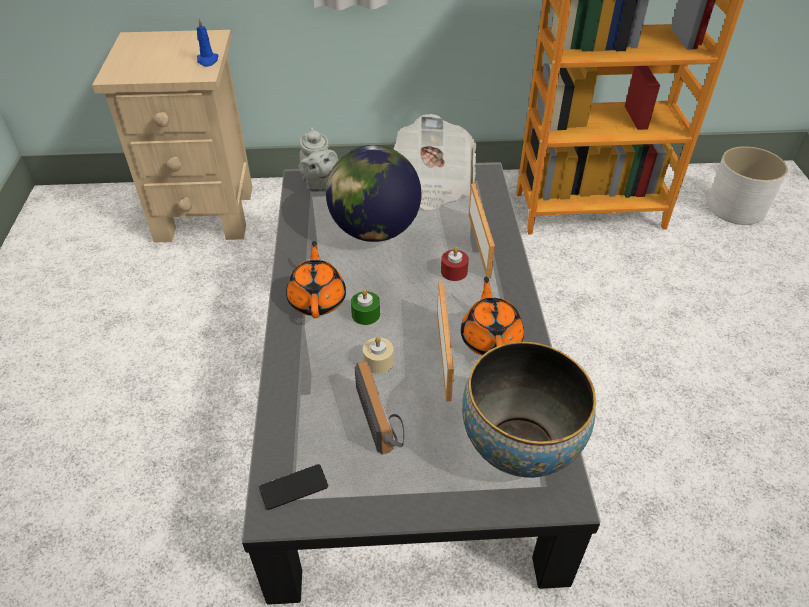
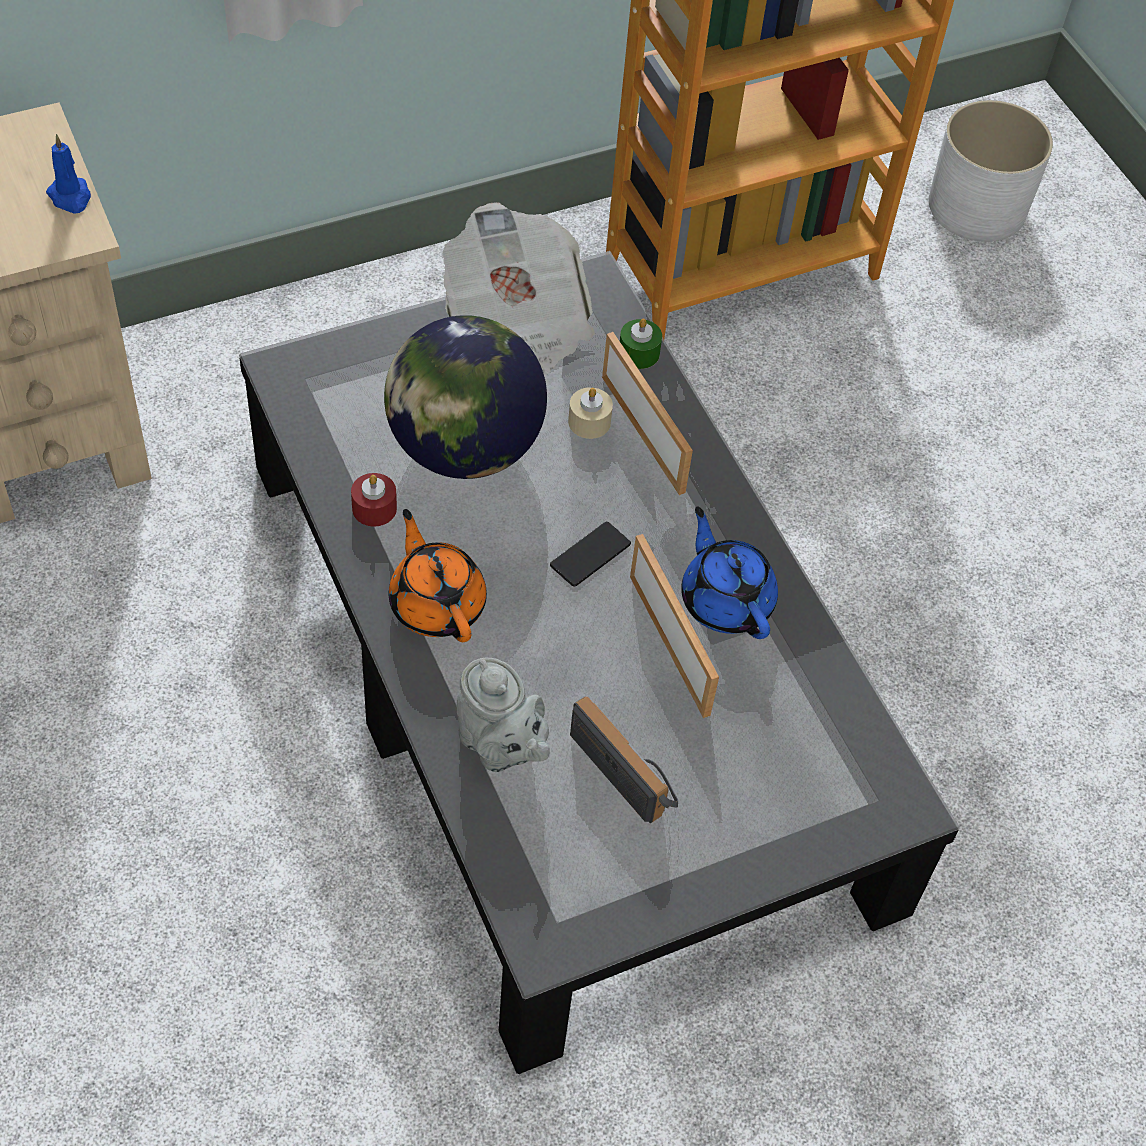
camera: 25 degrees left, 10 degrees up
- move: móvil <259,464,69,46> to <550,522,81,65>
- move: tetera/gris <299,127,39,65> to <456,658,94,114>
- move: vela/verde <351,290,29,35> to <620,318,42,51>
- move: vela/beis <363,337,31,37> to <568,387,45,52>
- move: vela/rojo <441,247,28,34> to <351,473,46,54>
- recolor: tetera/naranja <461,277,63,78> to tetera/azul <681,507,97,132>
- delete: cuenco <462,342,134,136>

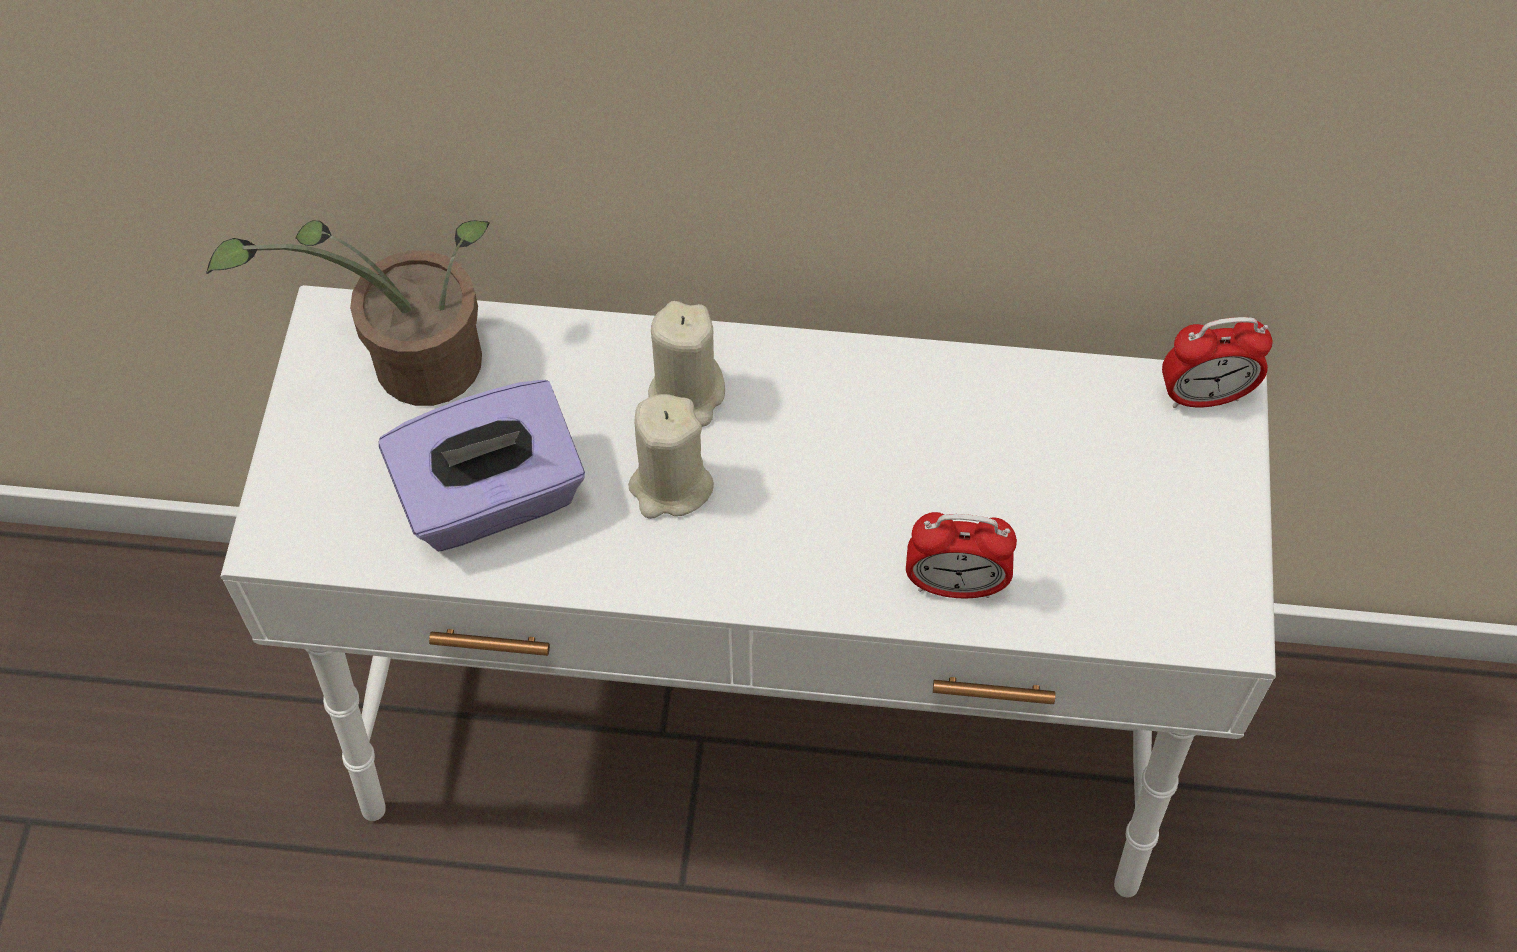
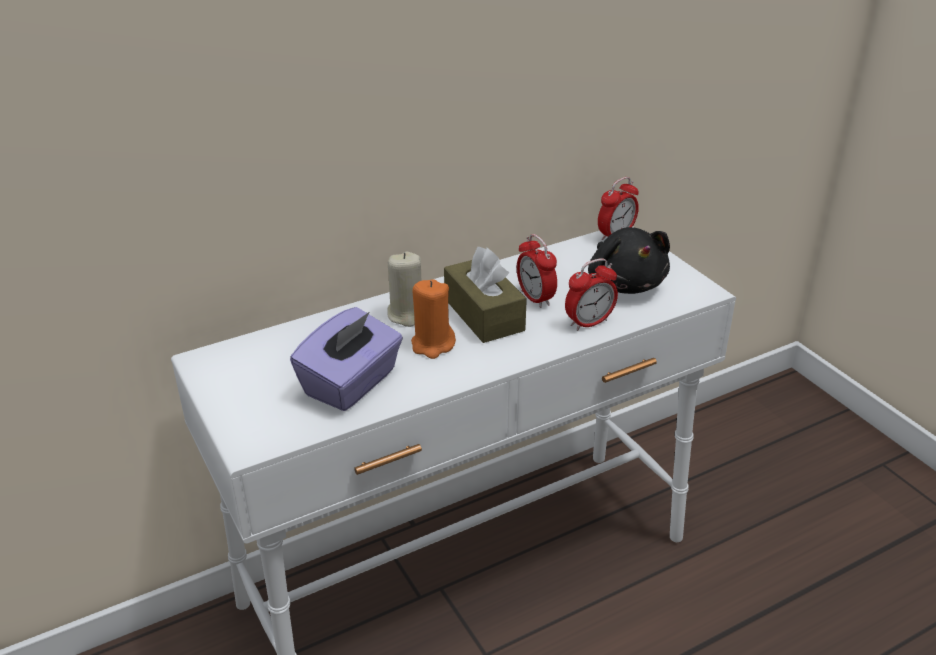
camera: 35 degrees left, 25 degrees down
- delete: planta en maceta <206,220,284,186>
- recolor: vela/beis <628,394,86,125> to vela/naranja <411,279,45,80>
- insert: caja de pañuelos/marrón <444,247,83,96>
- insert: despertador <517,234,40,74>
- insert: peluche/negro <588,227,82,67>

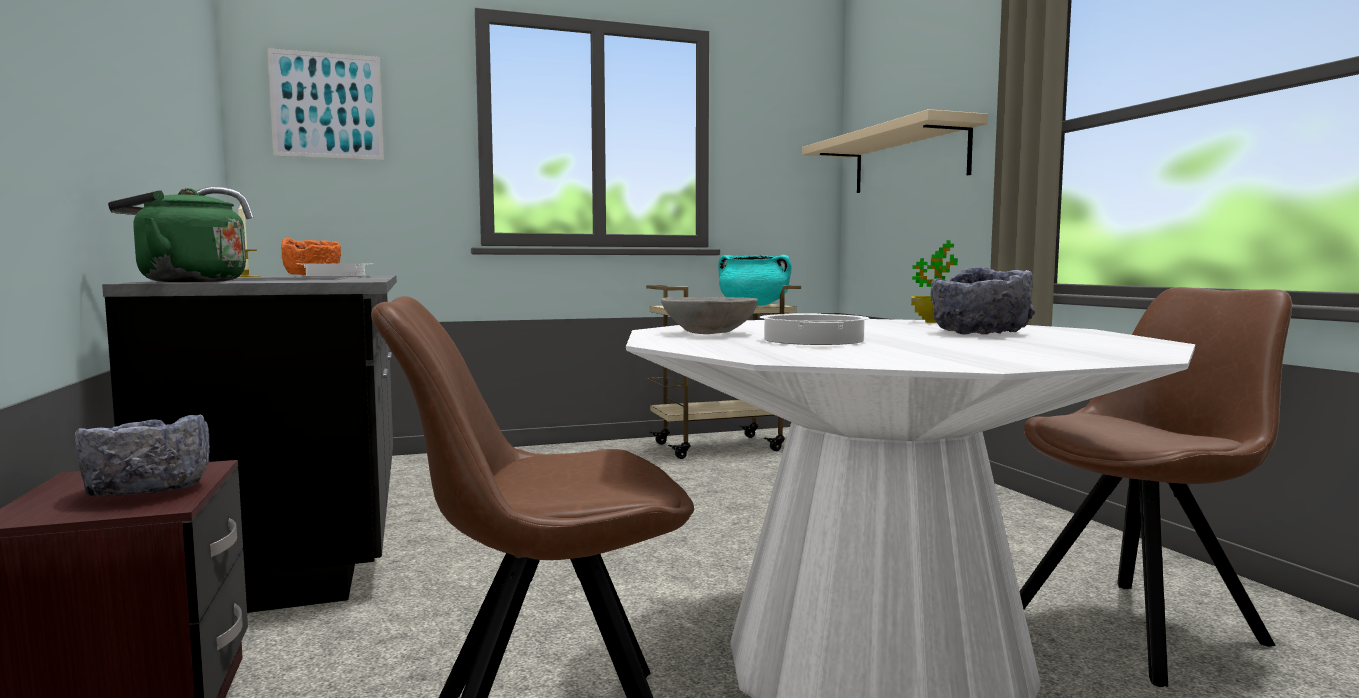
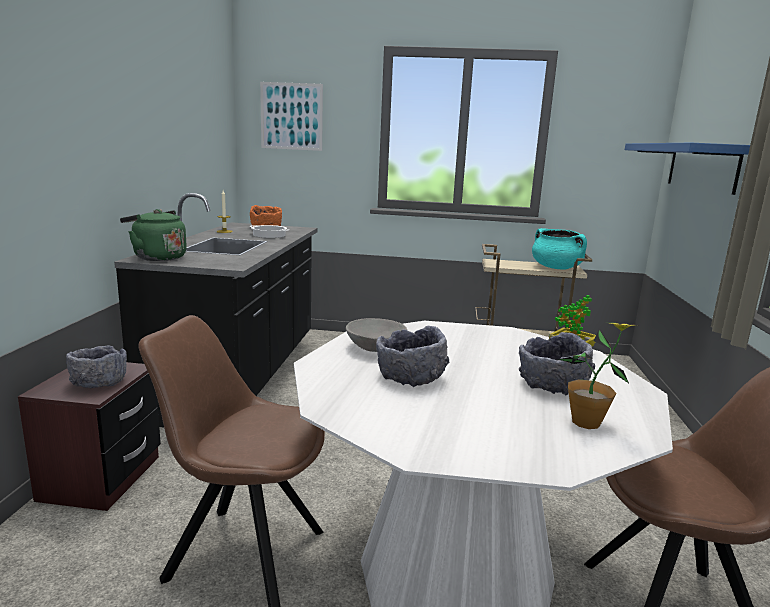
camera: 25 degrees right, 10 degrees up
- replace: olla <759,313,111,32> to cuenco/gris <376,326,73,61>
- recolor: estante/beis <802,109,186,84> to estante/azul <625,143,125,52>
- insert: planta en maceta <558,322,80,107>

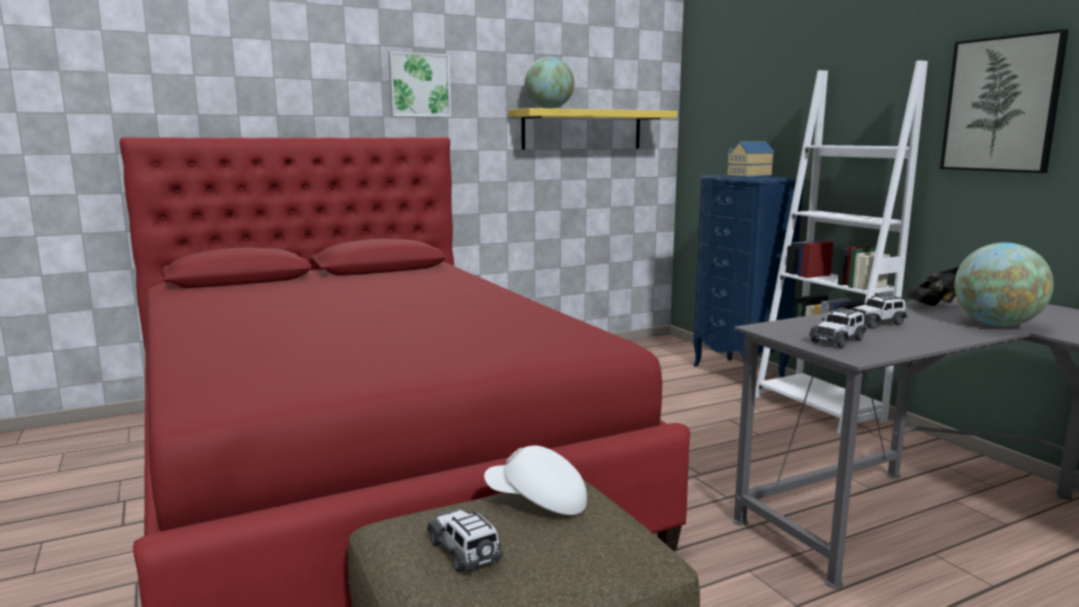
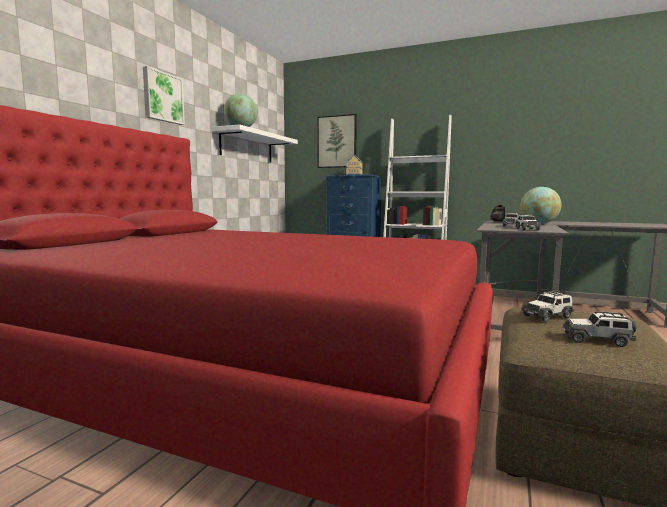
camera: 40 degrees left, 5 degrees down
- replace: gorra/blanco <484,446,103,69> to coche de juguete <521,291,53,31>
- recolor: estante/amarillo <508,108,169,41> to estante/blanco <212,124,86,39>
- move: cuadro <940,29,129,144> to <318,114,39,54>

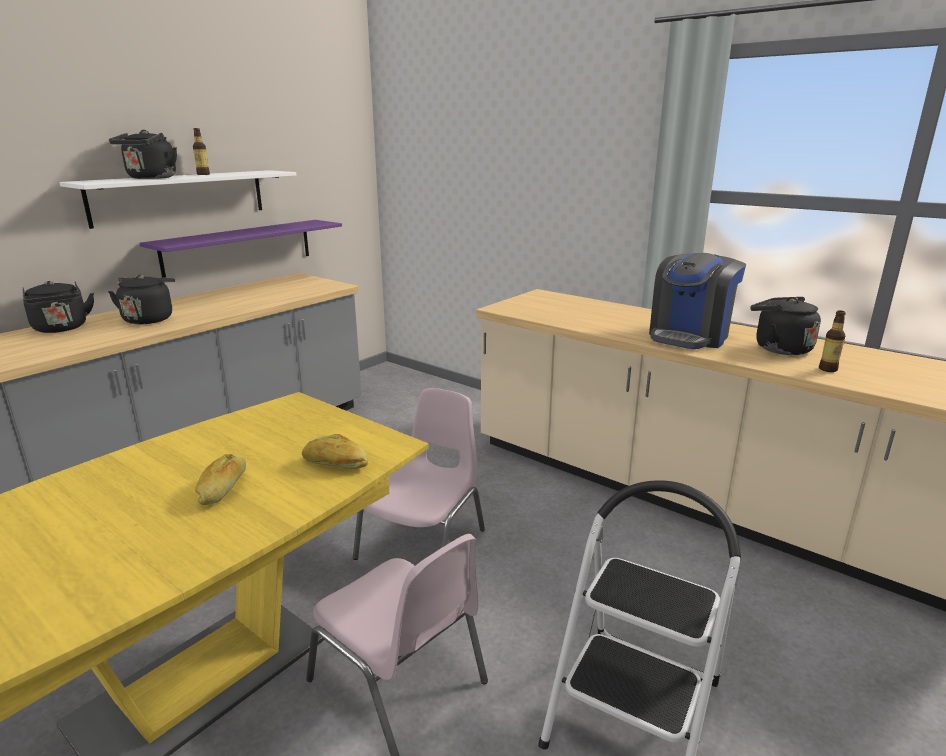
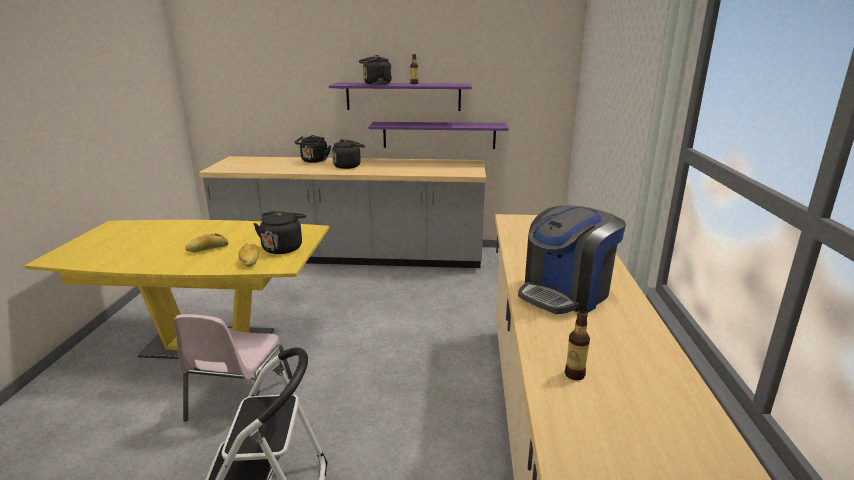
camera: 55 degrees right, 0 degrees up
- recolor: estante/blanco <59,170,238,59> to estante/morado <329,83,143,28>
- delete: silla/rosa <353,388,132,172>
- rotate: cafetera <649,253,97,96> = <518,205,108,109> 45 degrees counterclockwise
- move: hervidor/negro <751,297,70,58> to <254,211,52,43>

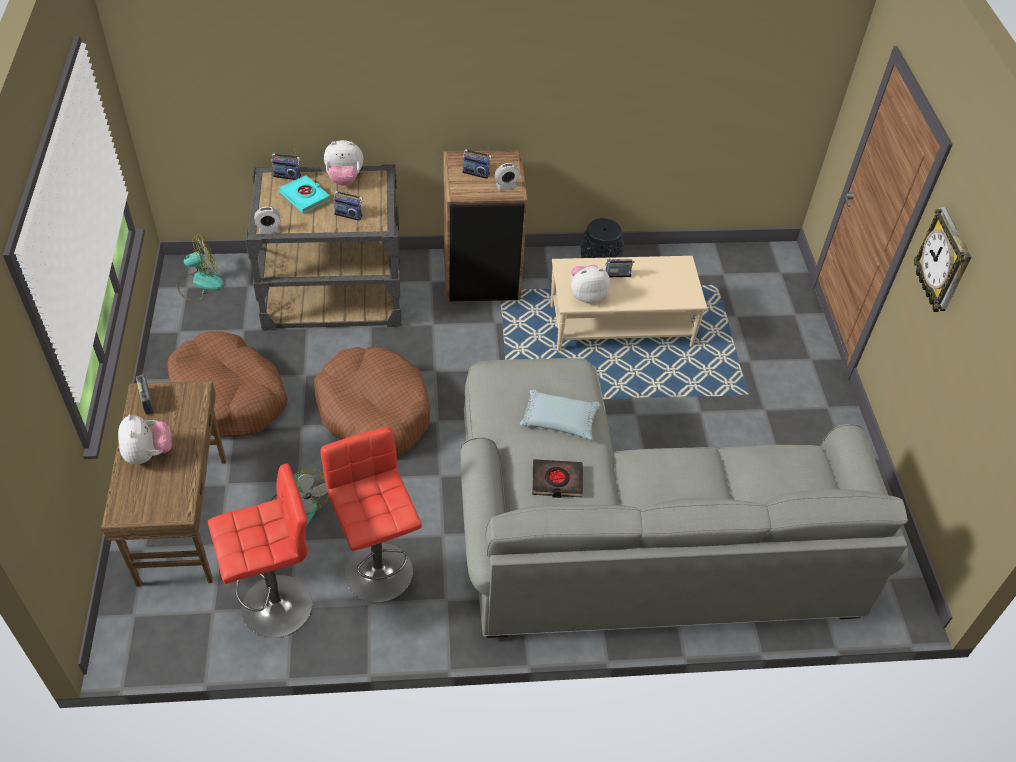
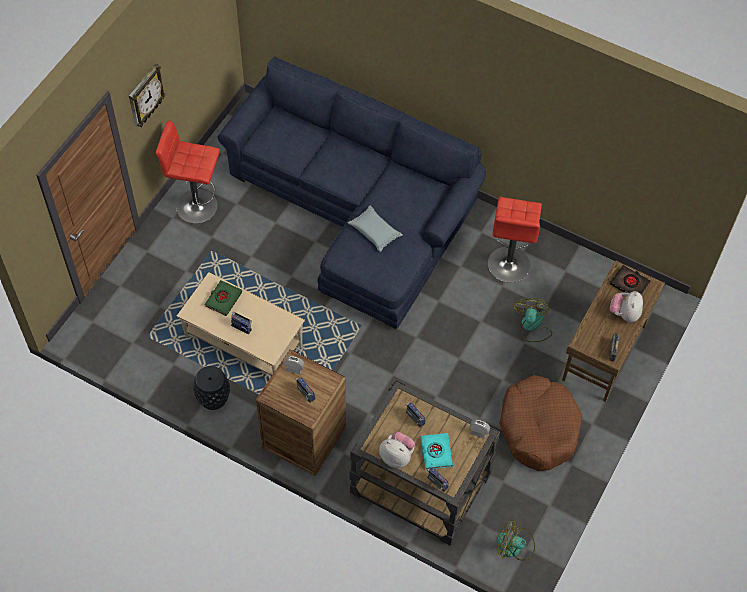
camera: 145 degrees left, 10 degrees up
- move: taburete/rojo <208,463,104,175> to <156,121,64,102>
- delete: cama para perro/marrón <314,347,116,109>
- recolor: sofá/gris <460,358,448,280> to sofá/azul <218,56,268,273>
- move: libro/negro <532,459,51,39> to <610,265,41,30>
- delete: peluche <571,264,39,39>
- insert: libro/verde <205,280,37,36>

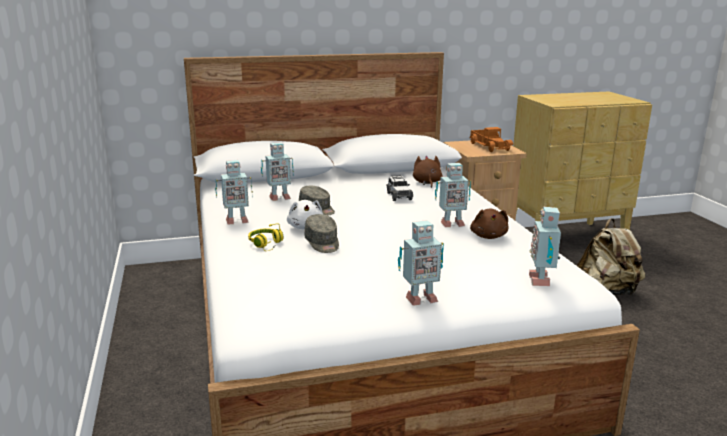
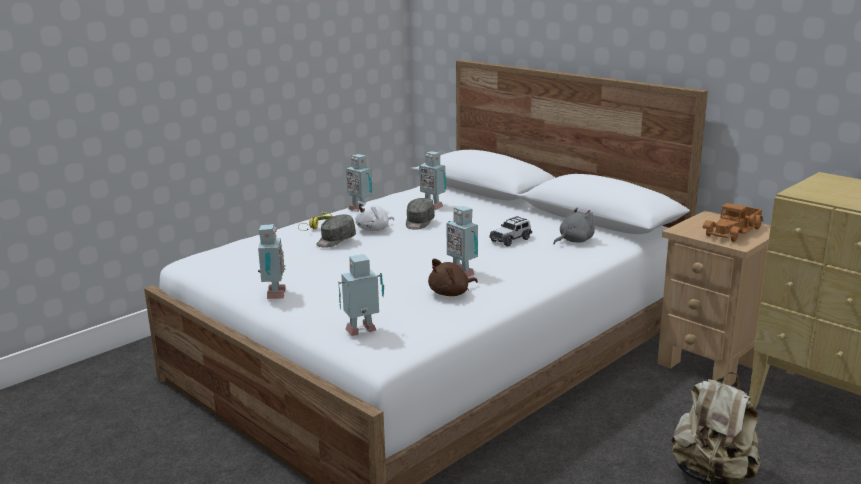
camera: 60 degrees right, 0 degrees up
- rotate: robot de juguete <398,220,46,86> = <258,224,28,75> 135 degrees counterclockwise
- recolor: peluche/marrón <413,156,29,32> to peluche/gris <553,207,42,37>

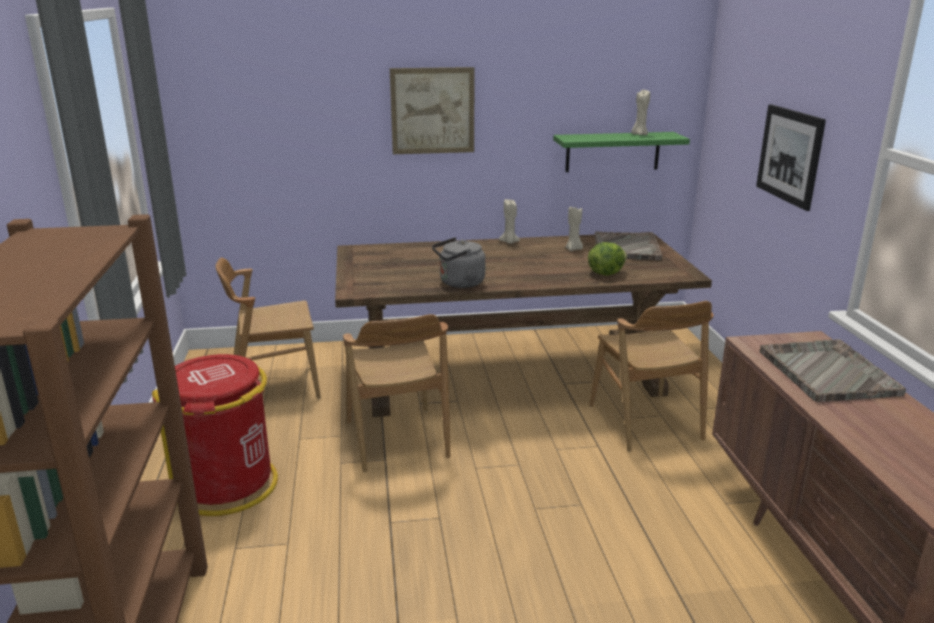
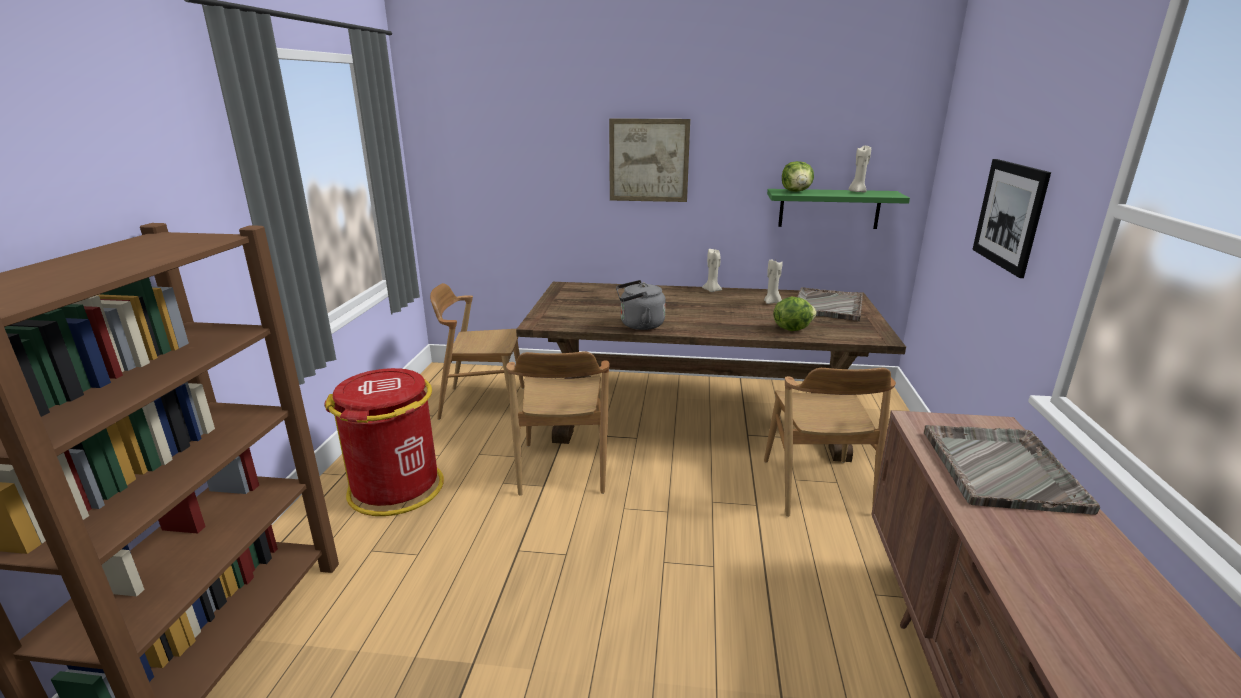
camera: 15 degrees right, 0 degrees up
- insert: lechuga <782,161,32,31>

